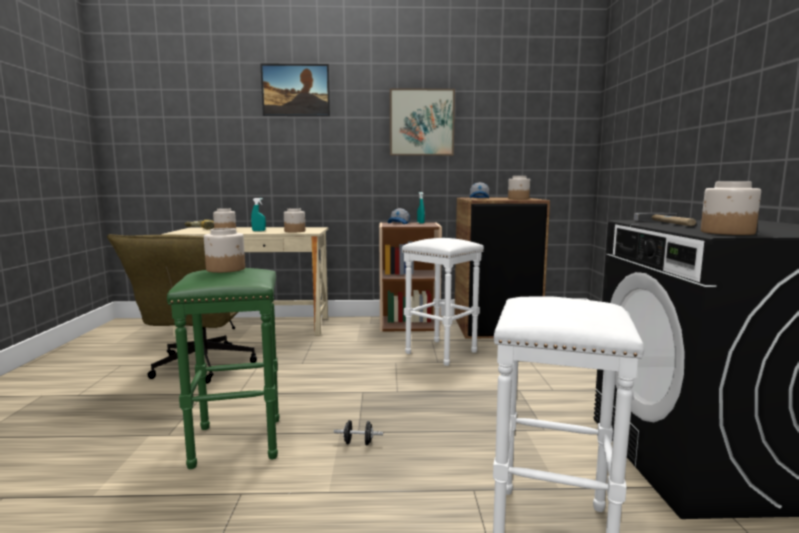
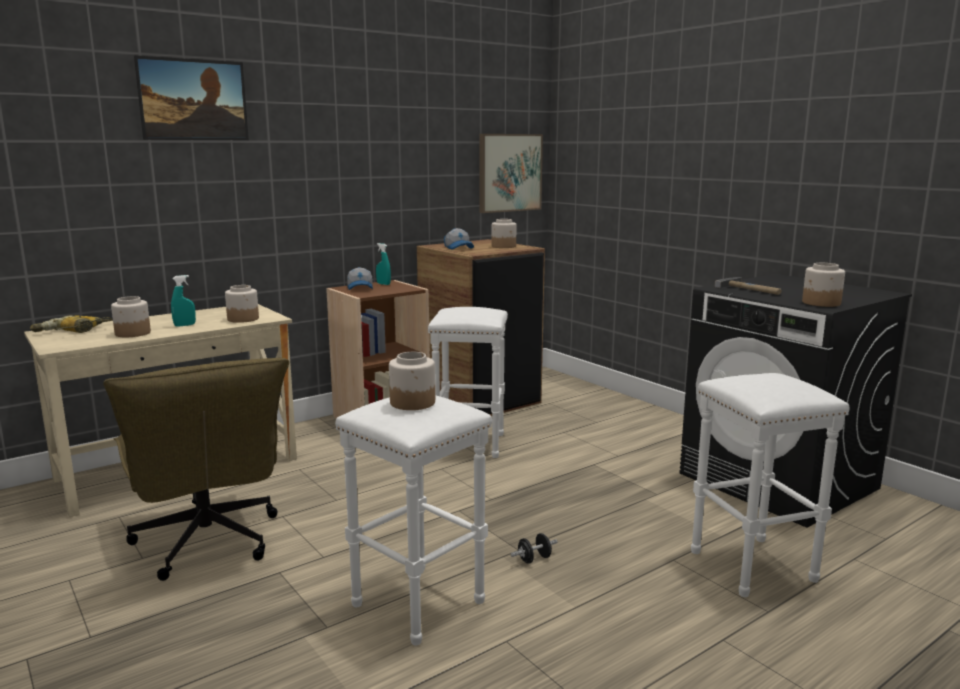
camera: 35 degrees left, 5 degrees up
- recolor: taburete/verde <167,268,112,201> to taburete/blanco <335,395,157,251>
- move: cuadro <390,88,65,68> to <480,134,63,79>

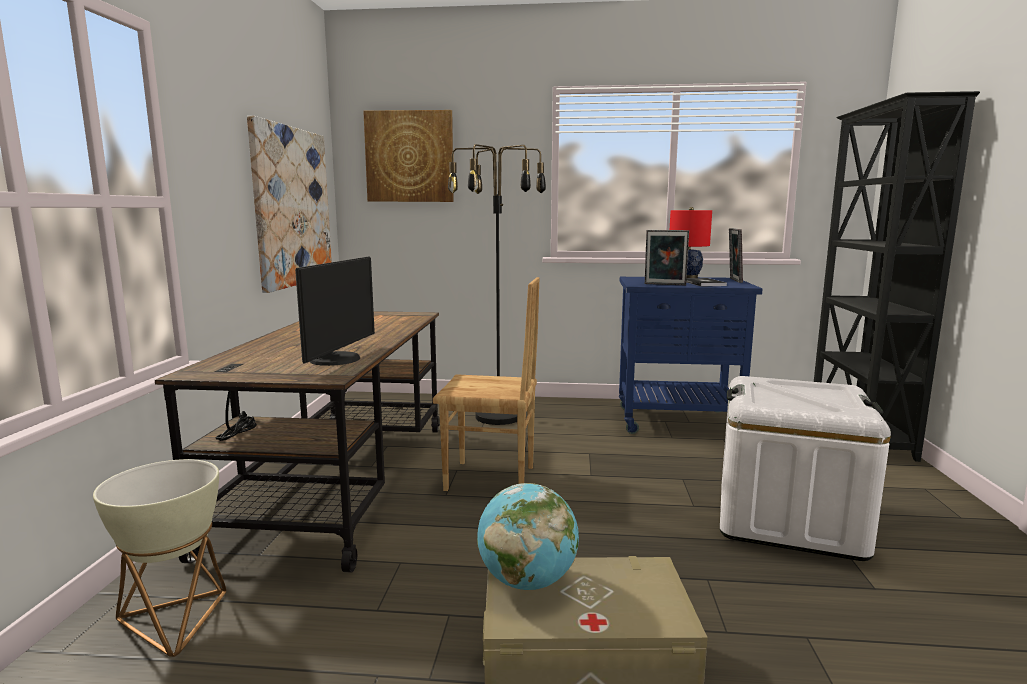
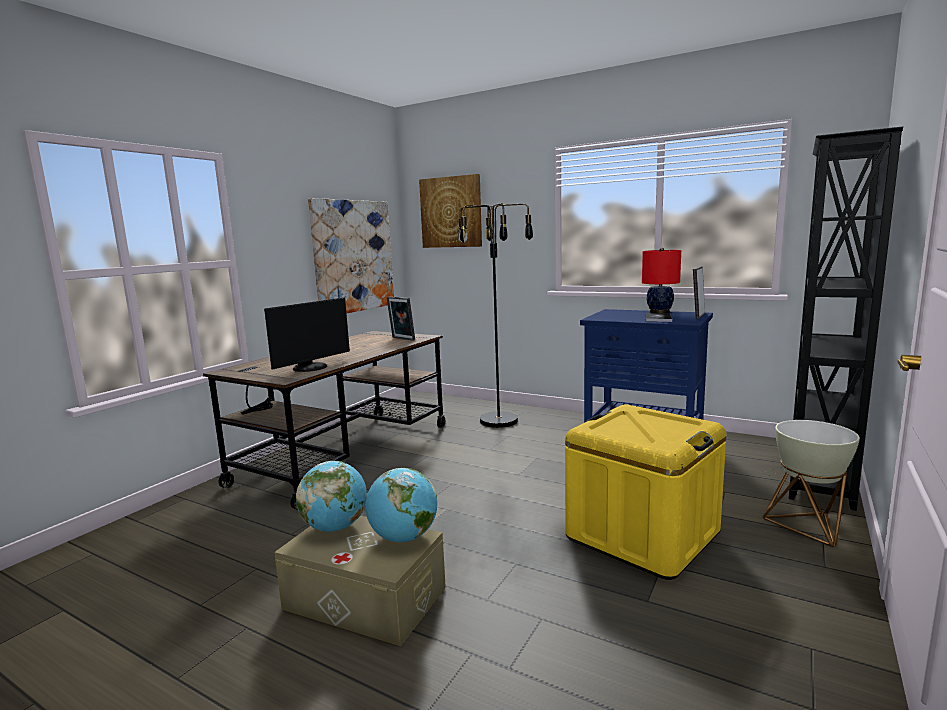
camera: 25 degrees right, 0 degrees up
- move: maceta <93,459,133,198> to <762,420,98,127>
- delete: silla/marrón <433,277,107,214>
- move: portarretratos <645,230,44,55> to <387,297,28,44>
- recolor: caja de almacenaje/blanco <720,376,171,185> to caja de almacenaje/amarillo <565,404,161,176>
- insert: globo terráqueo <365,468,72,74>

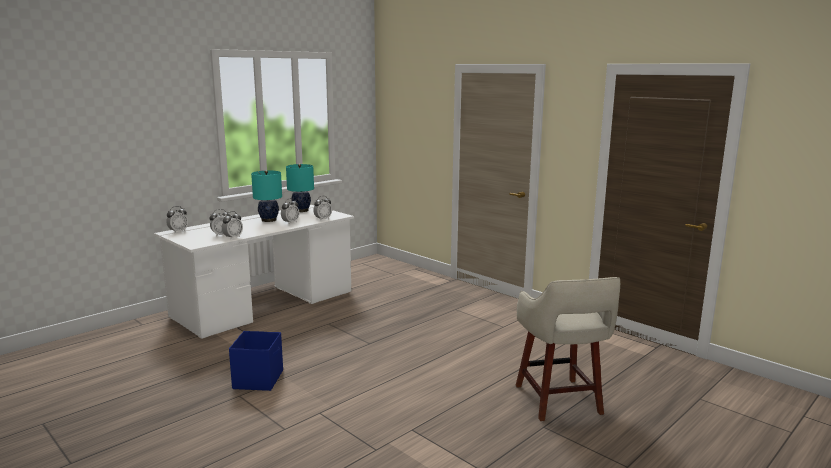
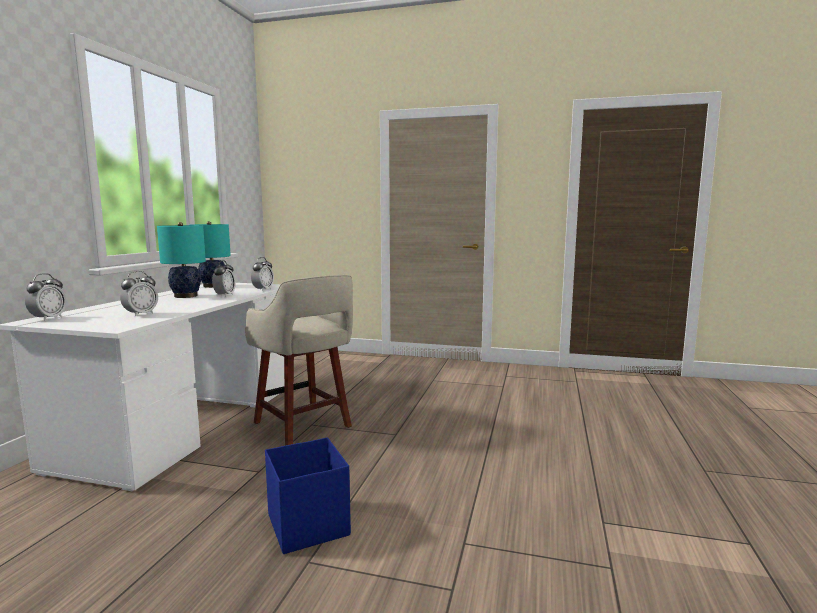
camera: 30 degrees left, 5 degrees down
- delete: despertador <222,211,21,29>
- move: taburete/beis <516,277,104,144> to <245,275,108,170>

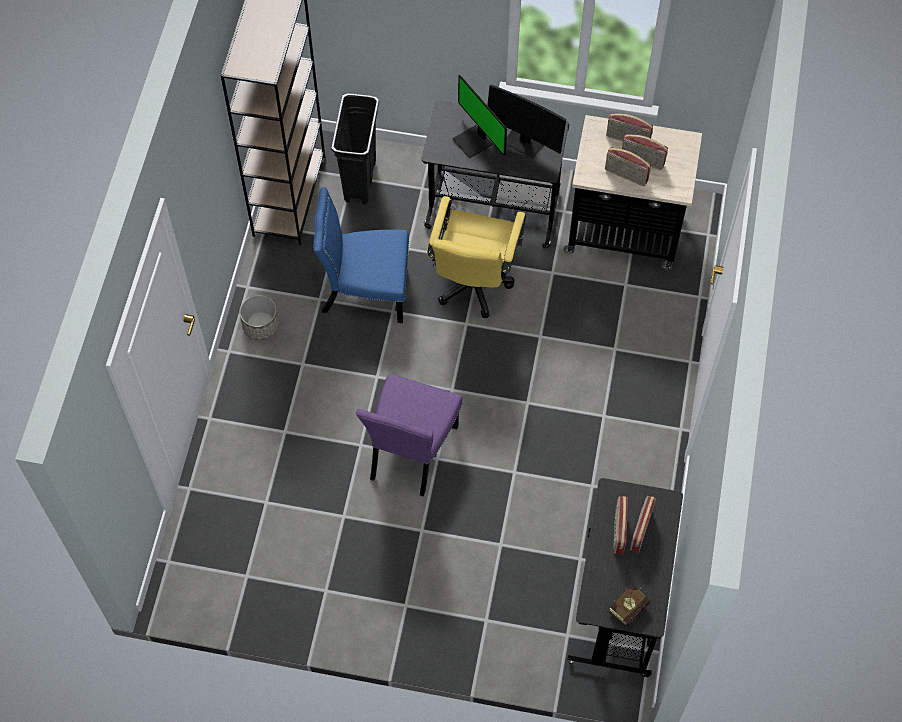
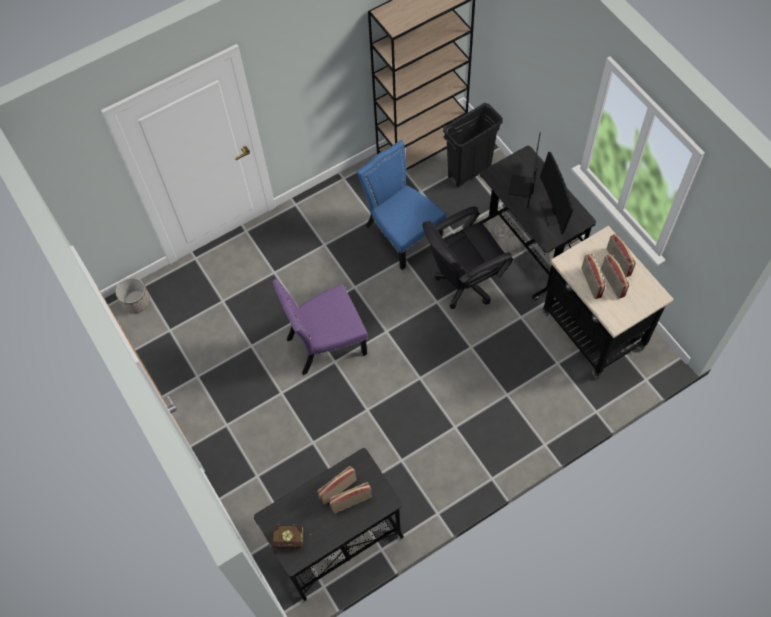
camera: 50 degrees right, 0 degrees up
- move: maceta <239,295,40,45> to <116,278,34,35>
- recolor: silla de oficina/amarillo <428,196,98,122> to silla de oficina/negro <422,206,91,103>

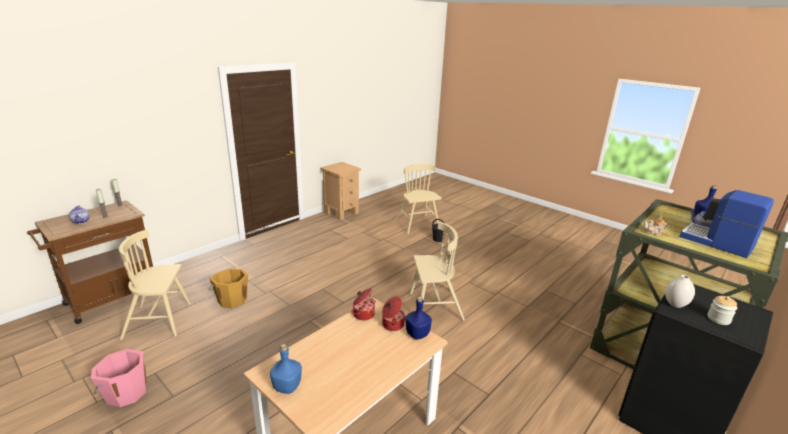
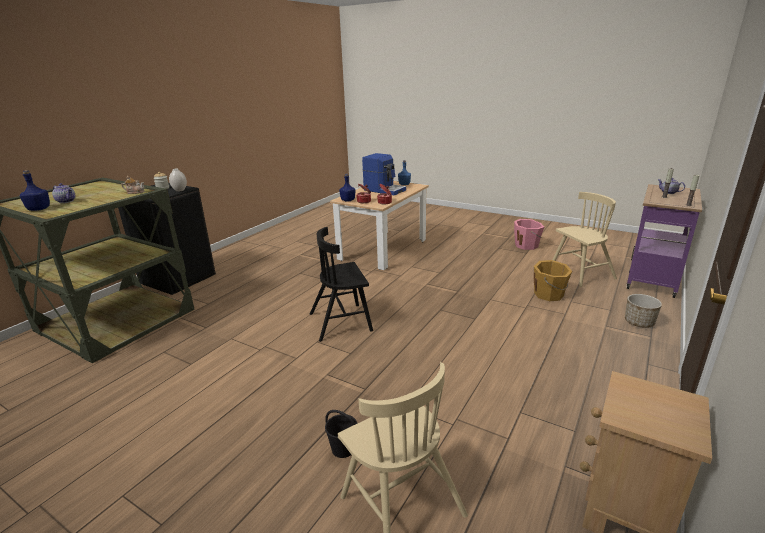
camera: 170 degrees right, 0 degrees up
- recolor: carrito/marrón <27,200,126,124> to carrito/morado <626,184,76,114>
- recolor: silla/beis <410,222,55,99> to silla/negro <310,227,63,115>
- move: cafetera <679,190,95,68> to <362,153,44,43>
- insert: maceta <625,294,37,34>

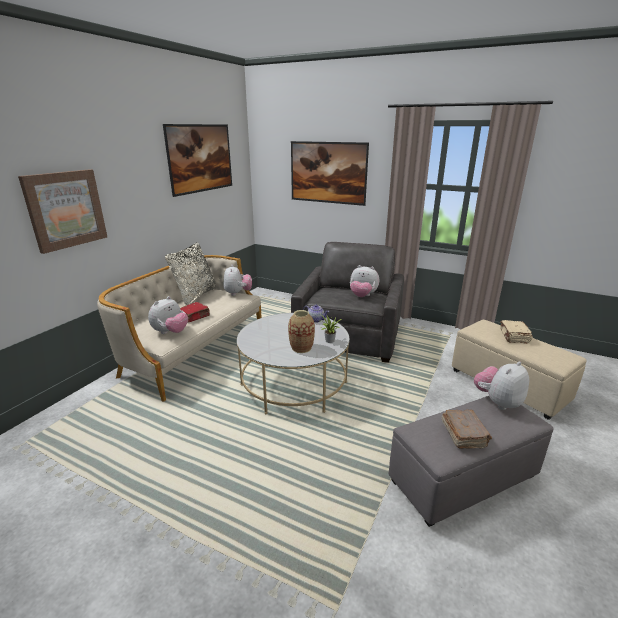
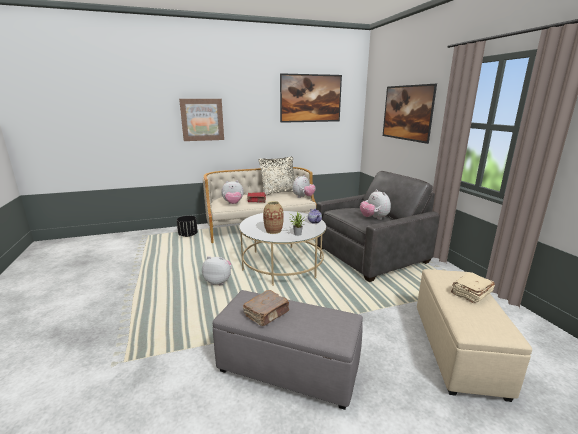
camera: 45 degrees right, 5 degrees down
- move: peluche <474,361,55,49> to <202,256,30,29>
- insert: maceta/negro <177,216,21,21>

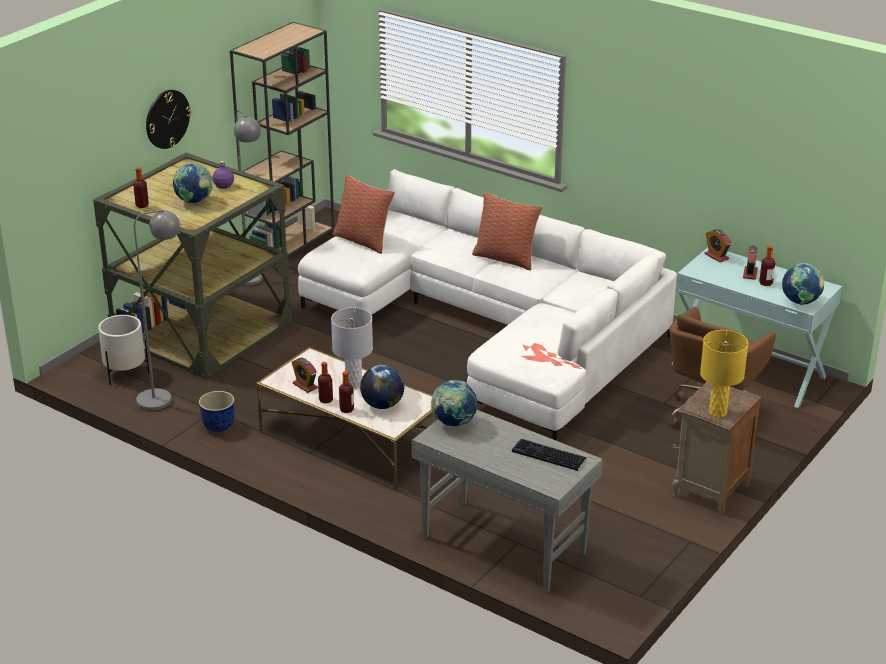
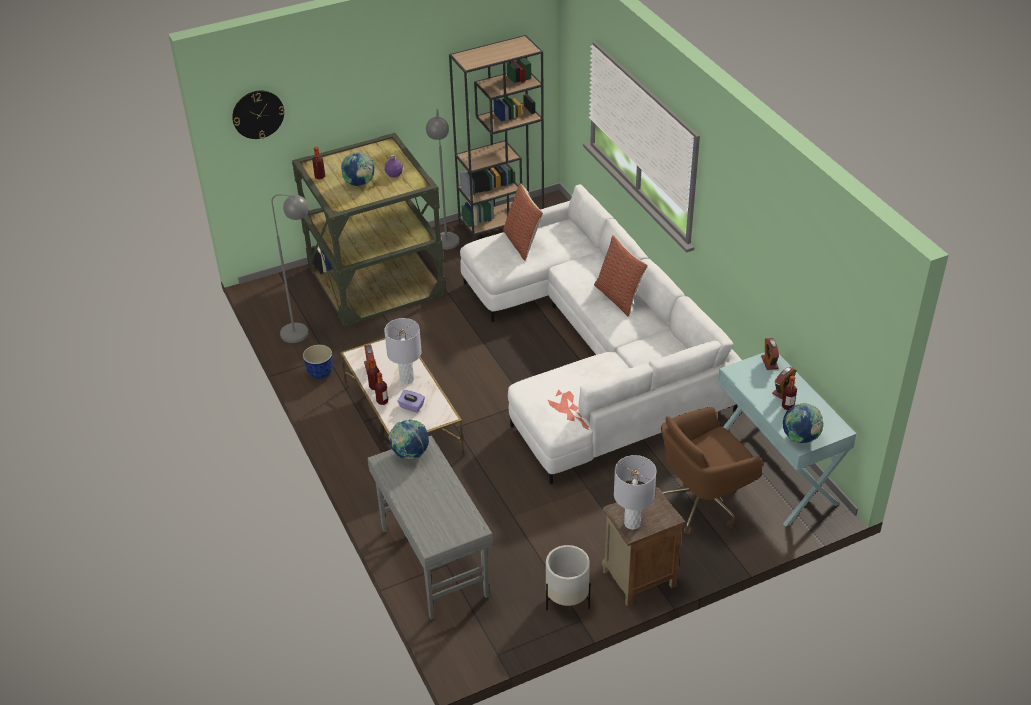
camera: 30 degrees right, 10 degrees up
- move: maceta/blanco <98,315,52,70> to <546,545,45,65>
- move: reloj de pared <146,90,45,59> to <232,91,52,48>
- replace: globo terráqueo <360,365,44,44> to caja de pañuelos/morado <398,390,27,23>
- delete: teclado <512,439,75,32>
- recolor: lámpara de mesa/amarillo <700,330,48,88> to lámpara de mesa/gris <614,455,42,75>

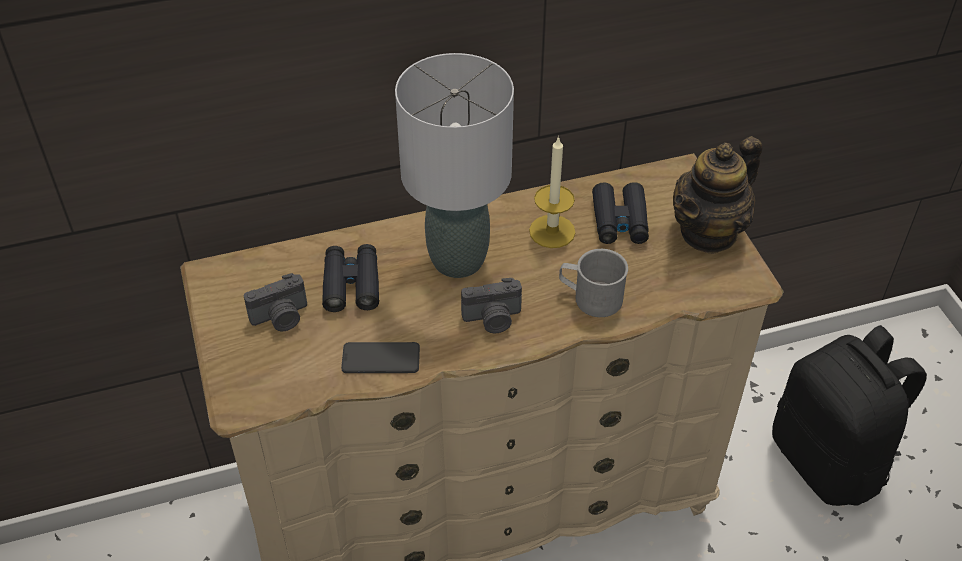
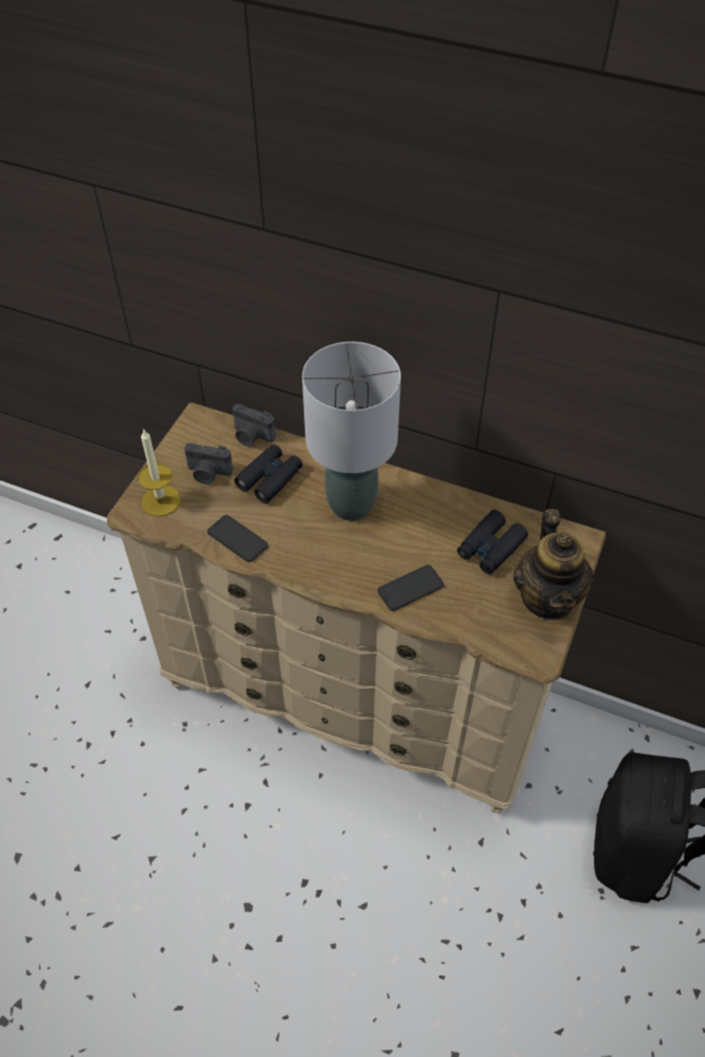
camera: 40 degrees right, 5 degrees up
- move: cámara <461,278,61,55> to <232,403,44,44>
- move: vela <529,136,46,112> to <138,430,43,87>
- replace: taza grande/gris <559,249,69,68> to móvil <378,565,66,46>
- rotate: tetera <673,136,89,118> = <513,509,81,111> 90 degrees counterclockwise

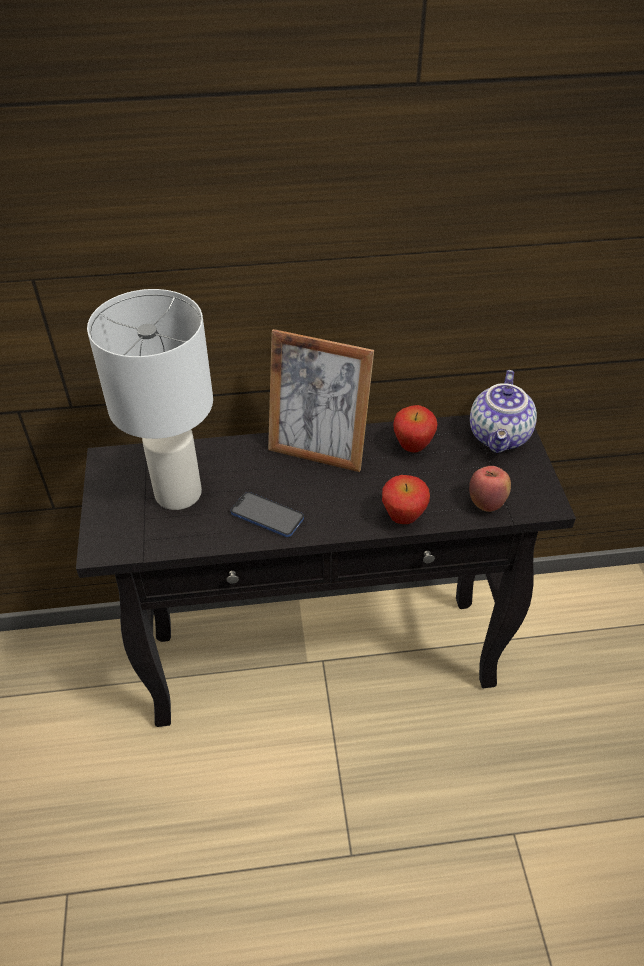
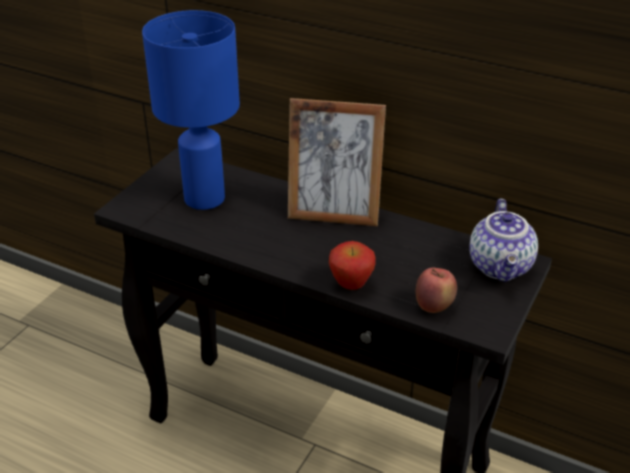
camera: 35 degrees right, 10 degrees down
- recolor: lámpara de mesa/blanco <87,289,126,221> to lámpara de mesa/azul <142,10,98,200>
- delete: móvil <231,492,73,45>
- rotate: portarretratos <268,329,106,143> = <288,98,98,128> 45 degrees counterclockwise
- delete: manzana <393,405,44,47>
- rotate: tetera <470,370,67,83> = <469,199,69,83> 45 degrees counterclockwise

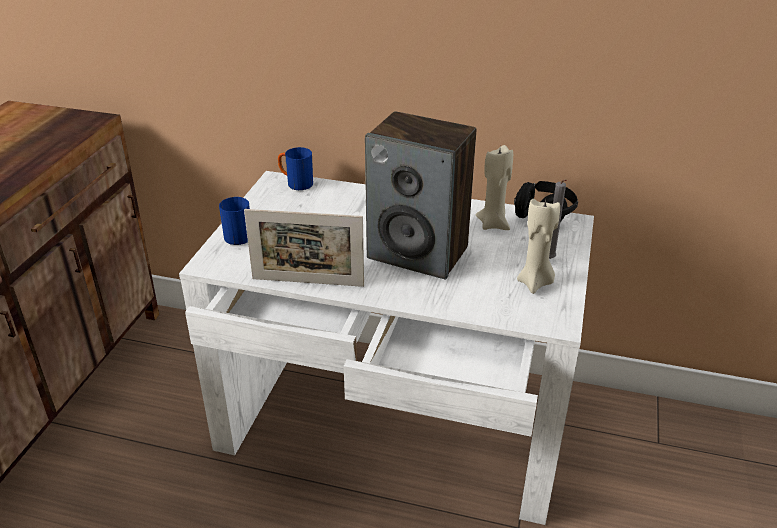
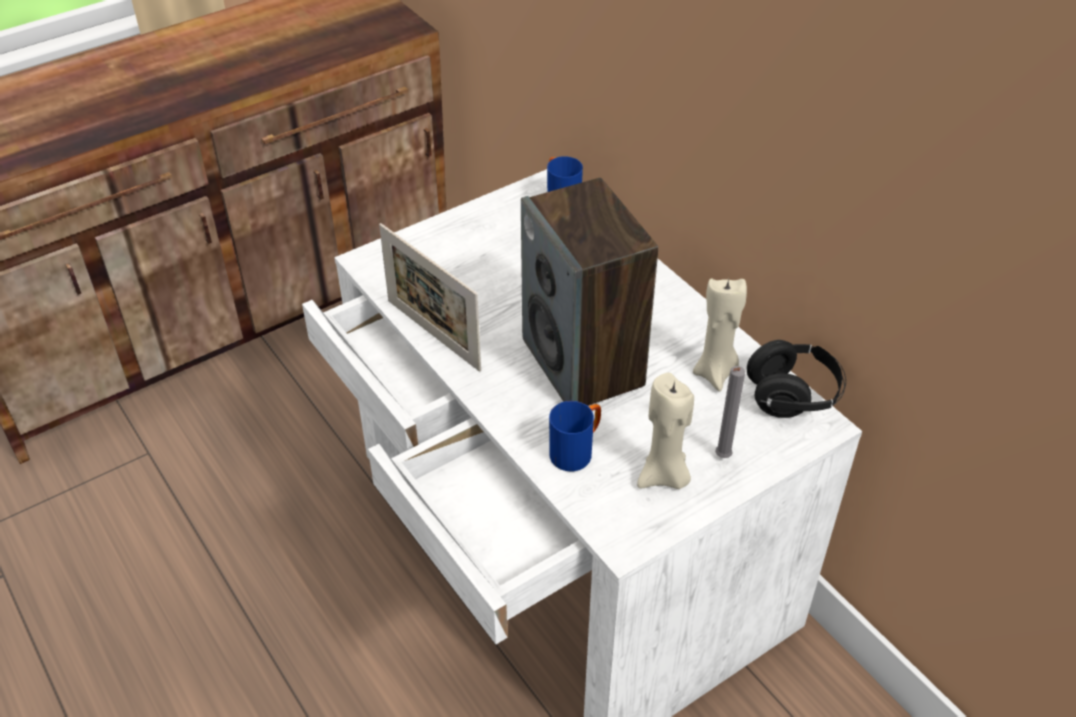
camera: 40 degrees right, 10 degrees up
- move: taza grande/azul <219,197,31,48> to <549,401,52,70>

